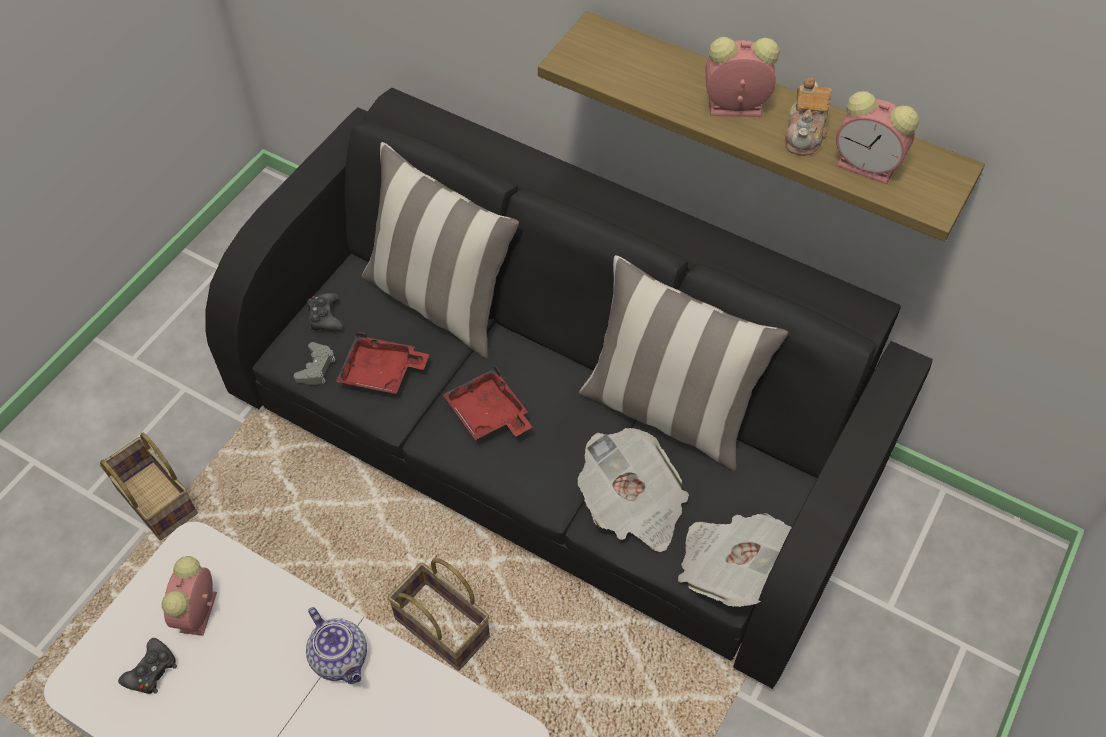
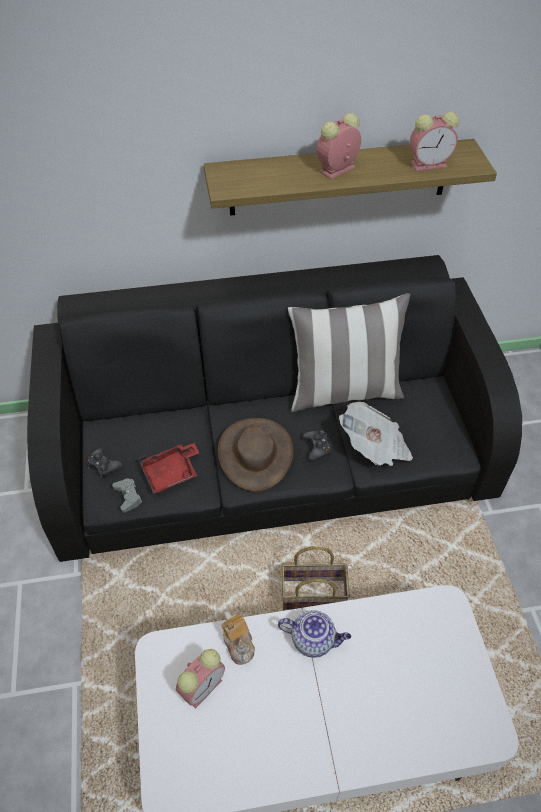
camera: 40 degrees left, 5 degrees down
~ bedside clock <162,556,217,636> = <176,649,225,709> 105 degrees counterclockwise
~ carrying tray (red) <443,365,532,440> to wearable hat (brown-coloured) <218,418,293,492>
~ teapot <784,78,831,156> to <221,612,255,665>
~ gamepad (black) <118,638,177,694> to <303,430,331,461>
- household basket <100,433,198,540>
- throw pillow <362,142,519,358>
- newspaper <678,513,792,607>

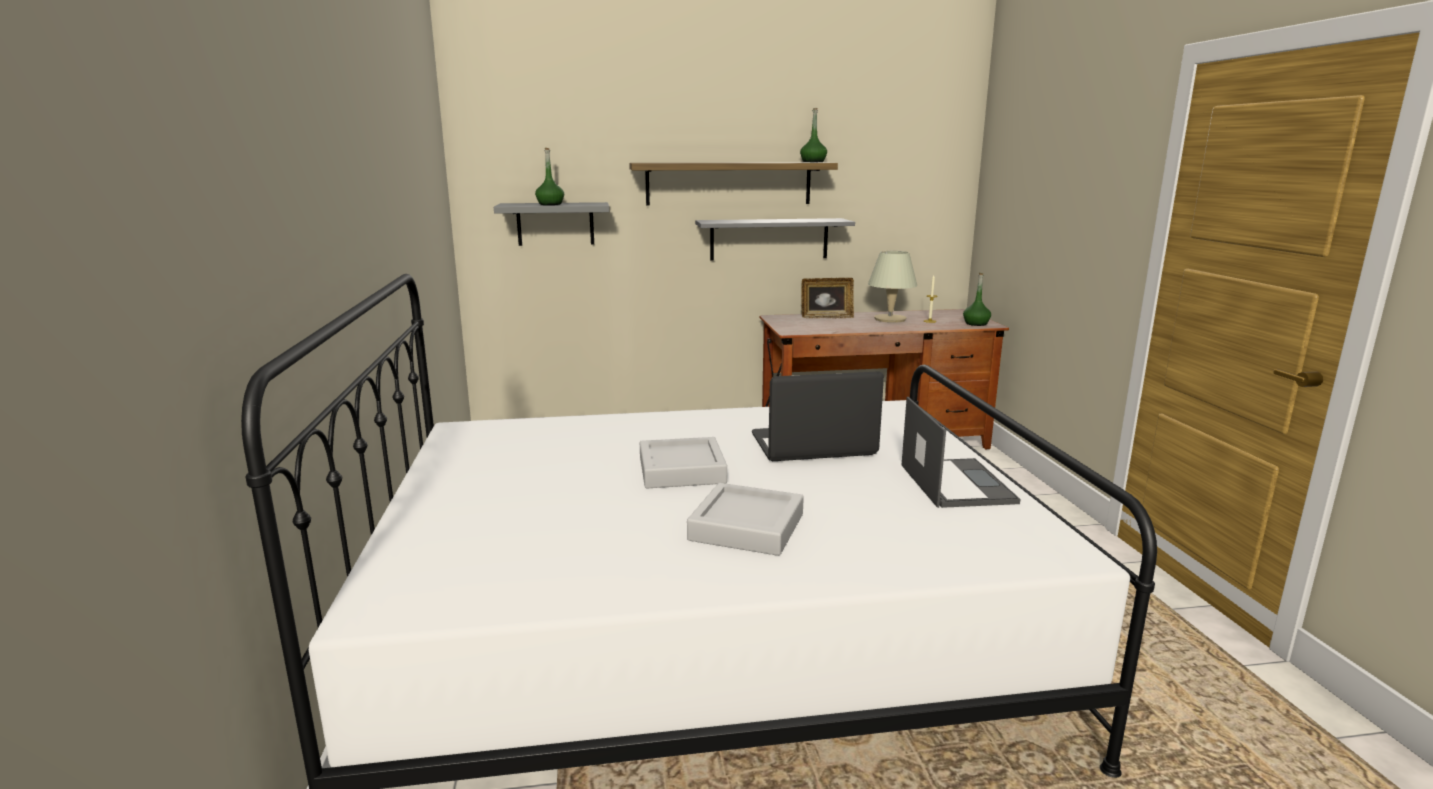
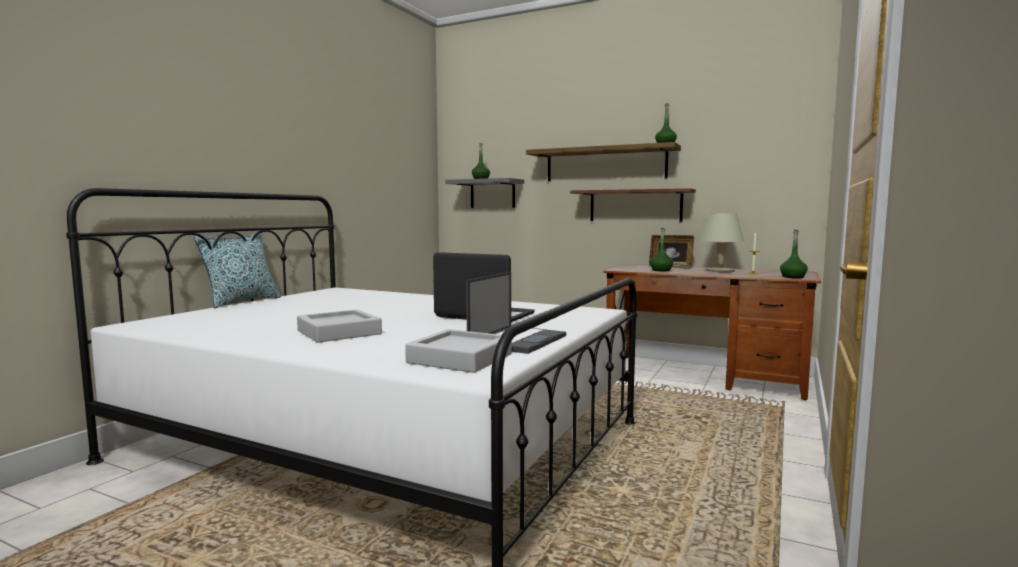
camera: 35 degrees right, 10 degrees down
+ throw pillow <194,233,281,308>
~ carrying tray (gray) <640,437,727,488> to <405,329,512,373>
~ wall shelf (gray) <695,218,855,261> to wall shelf (brown-coloured) <570,188,696,222>
+ drink bottle (greenish) <650,228,673,271>

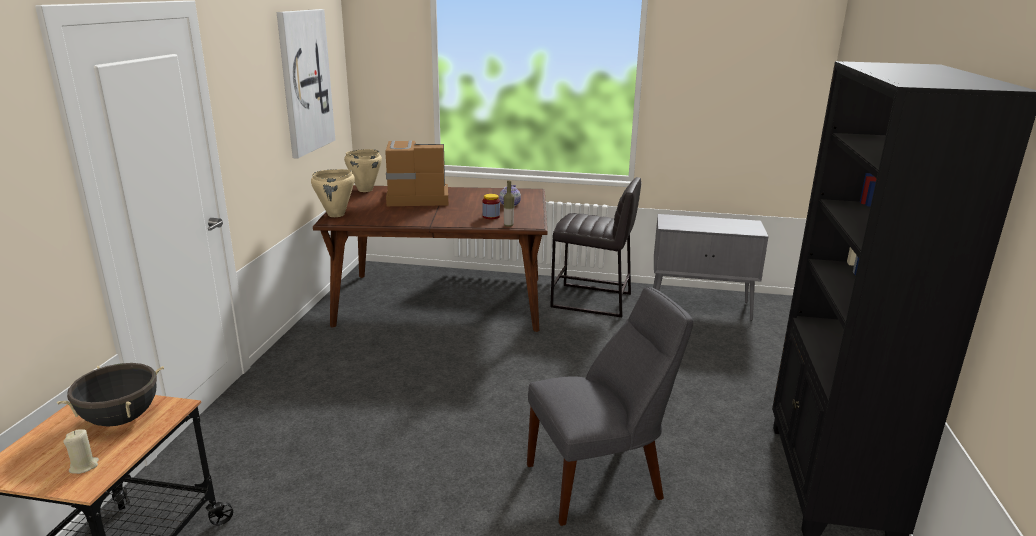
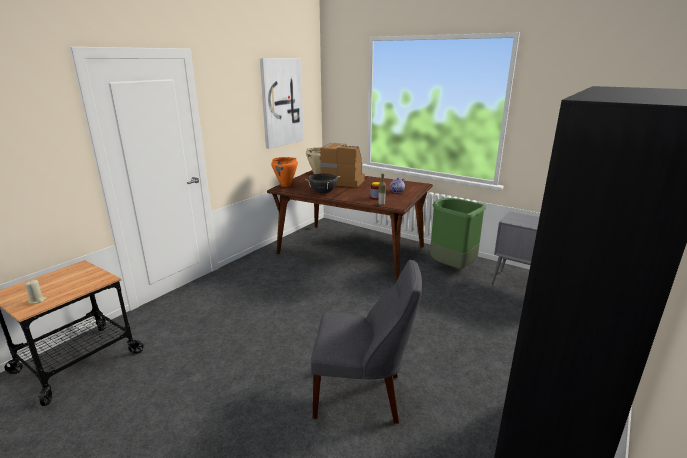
camera: 25 degrees right, 0 degrees up
~ saucepot (beige-coloured) <311,169,355,217> to saucepot (orangey) <271,157,298,187>
~ saucepot (black) <57,363,164,427> to <305,173,340,194>
~ sitting stool (gray) <550,177,641,317> to trash can (greenish) <430,198,486,269>

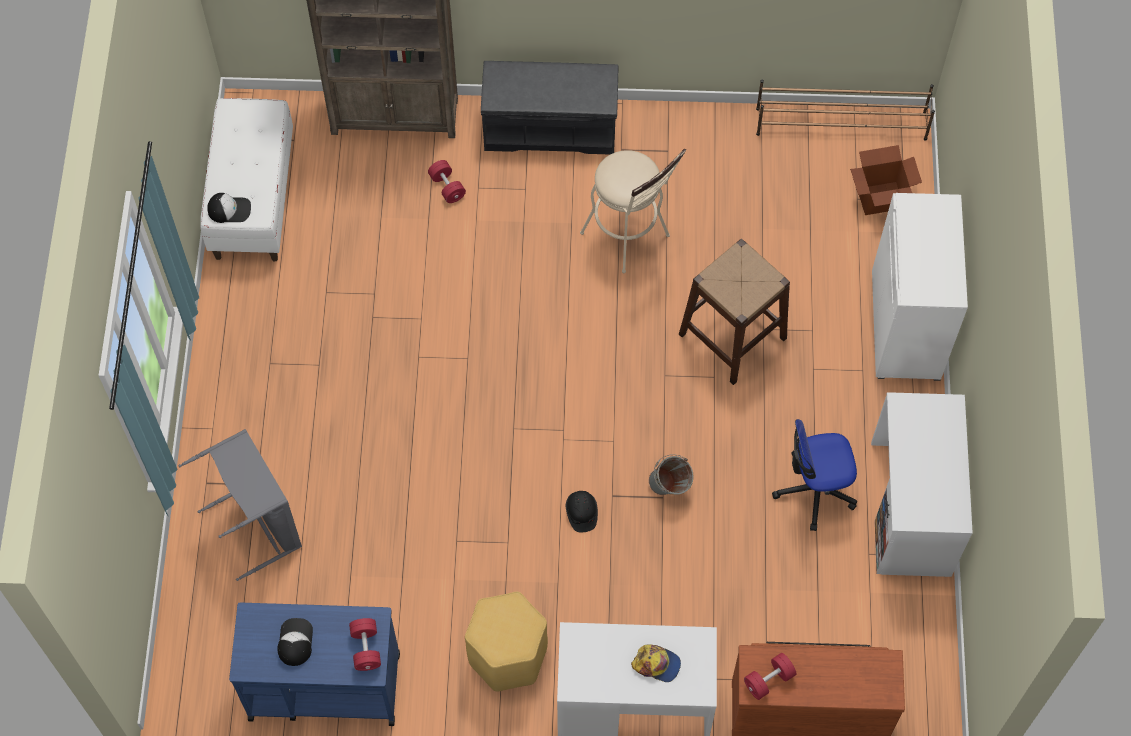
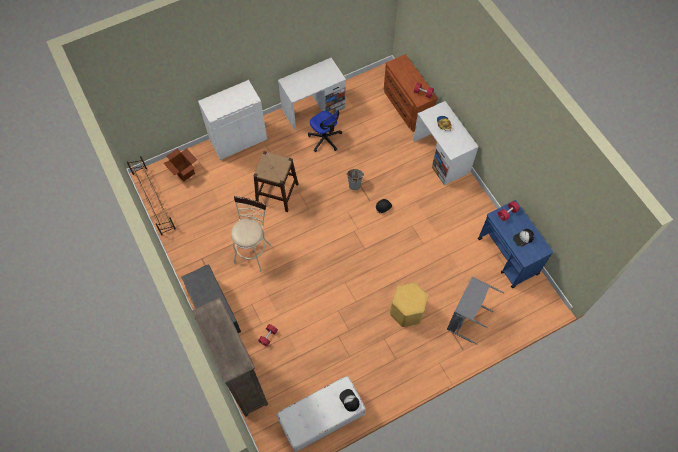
camera: 120 degrees left, 0 degrees up
~ sitting stool (yellow-coloured) <465,592,548,692> to <390,282,428,327>

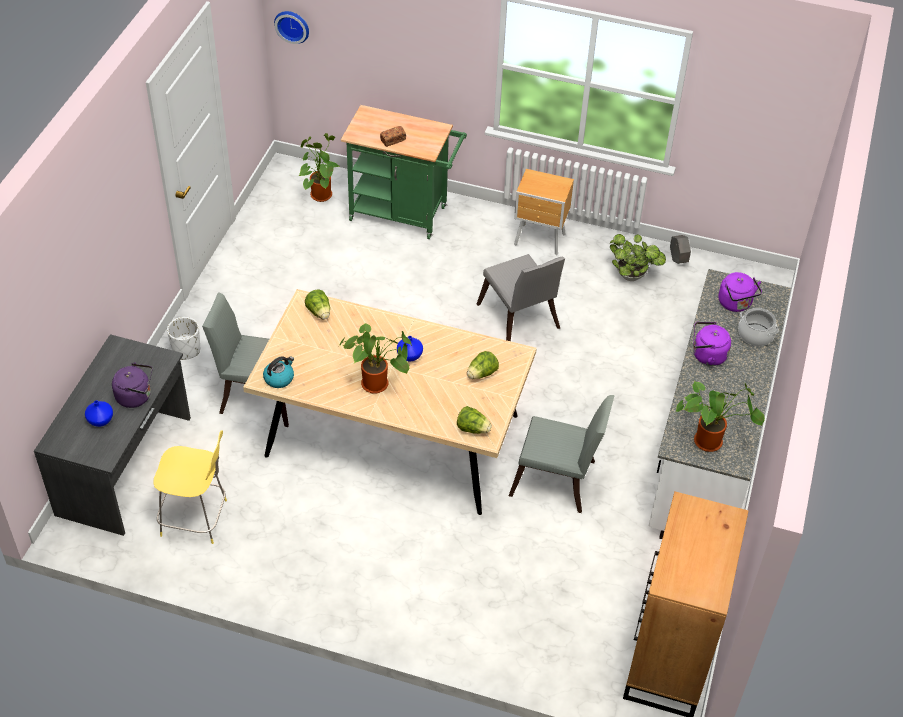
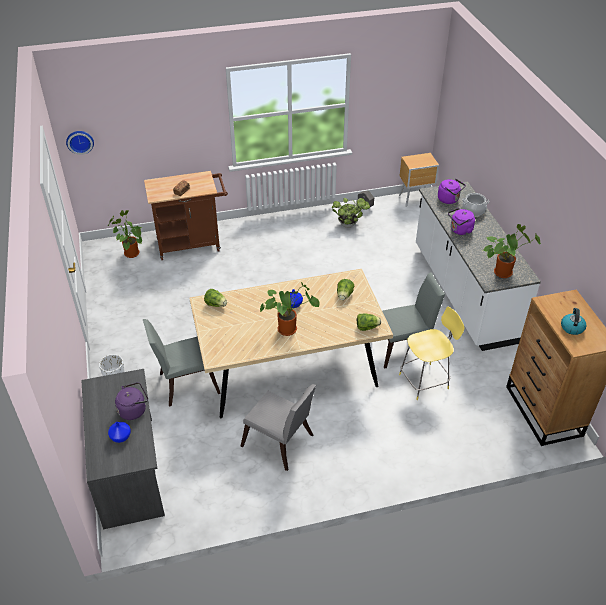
camera: 30 degrees left, 5 degrees down
~ trolley (greenish) <341,105,467,239> to trolley (brown-coloured) <144,171,228,260>
~ upright chair (gray) <477,254,565,341> to <241,384,316,471>
~ bedside table (brown-coloured) <514,169,574,255> to <399,153,439,207>
~ sitting stool (yellow-coloured) <153,431,227,544> to <399,307,464,400>
~ tea kettle <263,356,294,388> to <561,308,587,335>

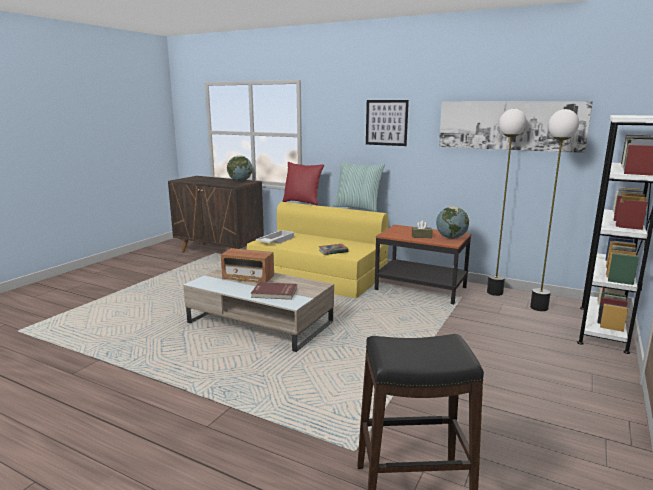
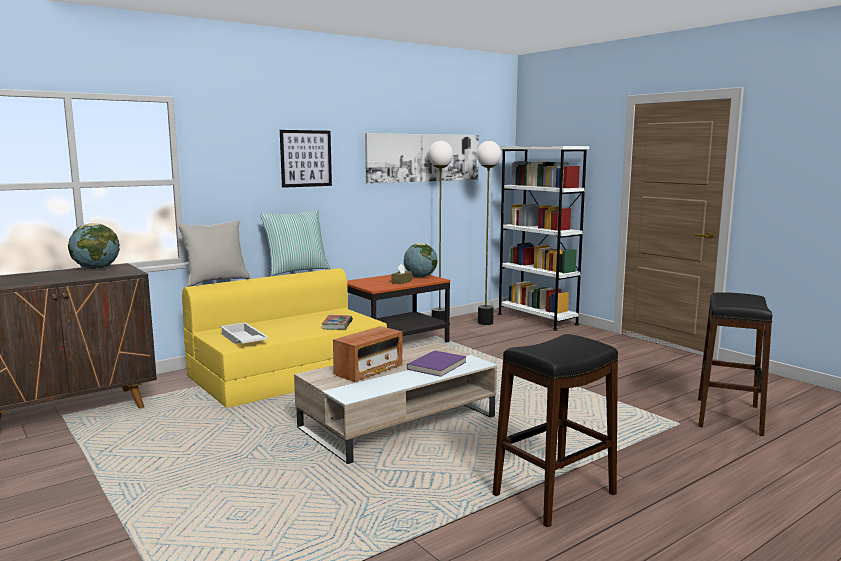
camera: 65 degrees left, 5 degrees down
~ throw pillow (red) <283,162,324,205> to throw pillow (gray) <178,220,250,287>
~ bound book (red) <251,282,297,300> to bound book (purplish) <407,350,467,377>
+ sitting stool (black) <493,334,618,528>

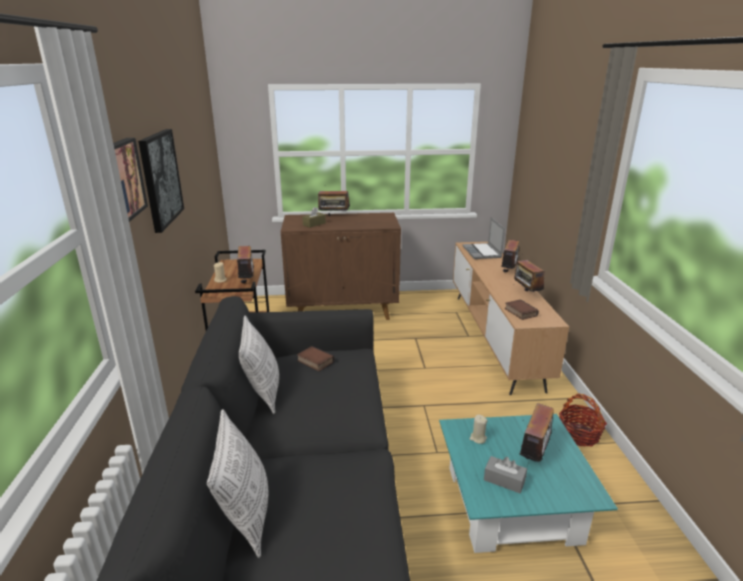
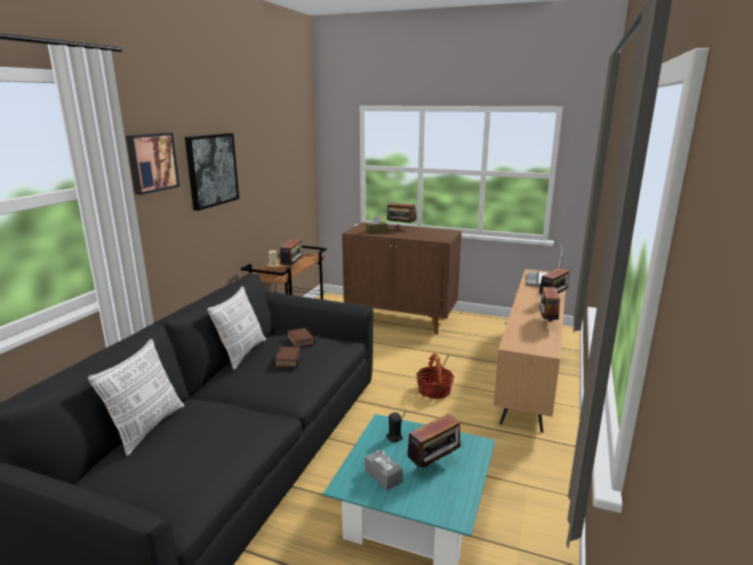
camera: 25 degrees right, 5 degrees down
~ bound book <505,299,539,320> to <275,347,302,367>
~ candle (beige-coloured) <470,415,488,444> to candle (black) <386,413,403,442>
~ household basket <559,393,607,446> to <416,353,454,399>

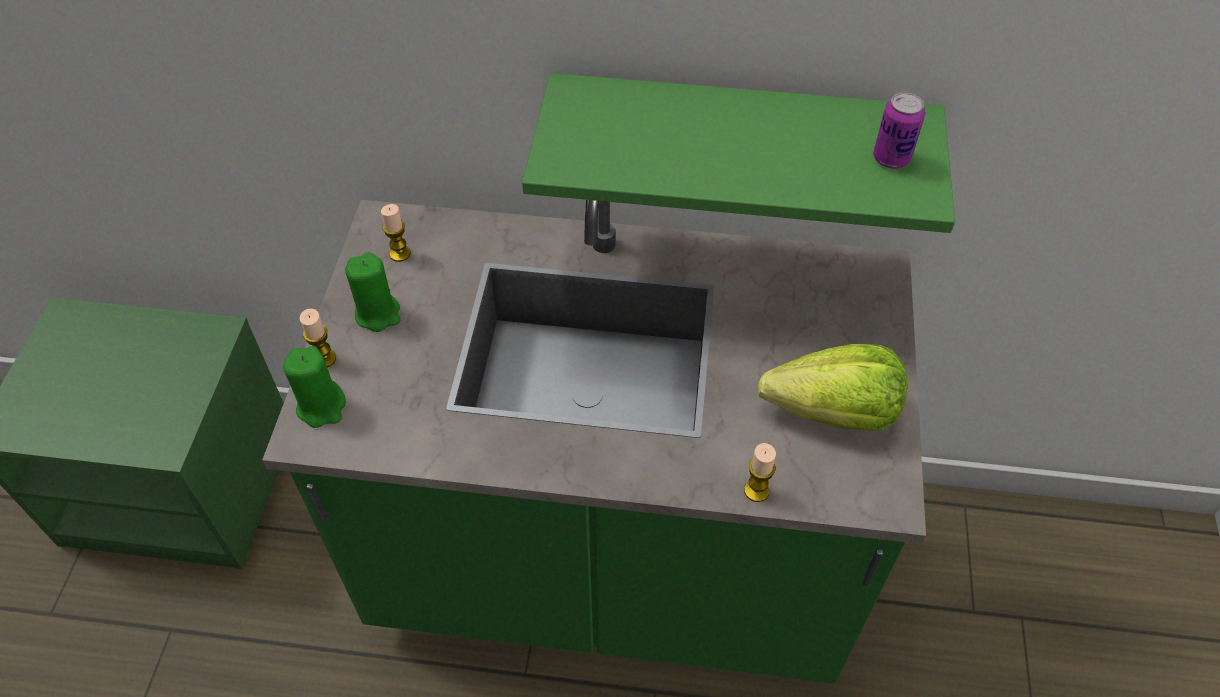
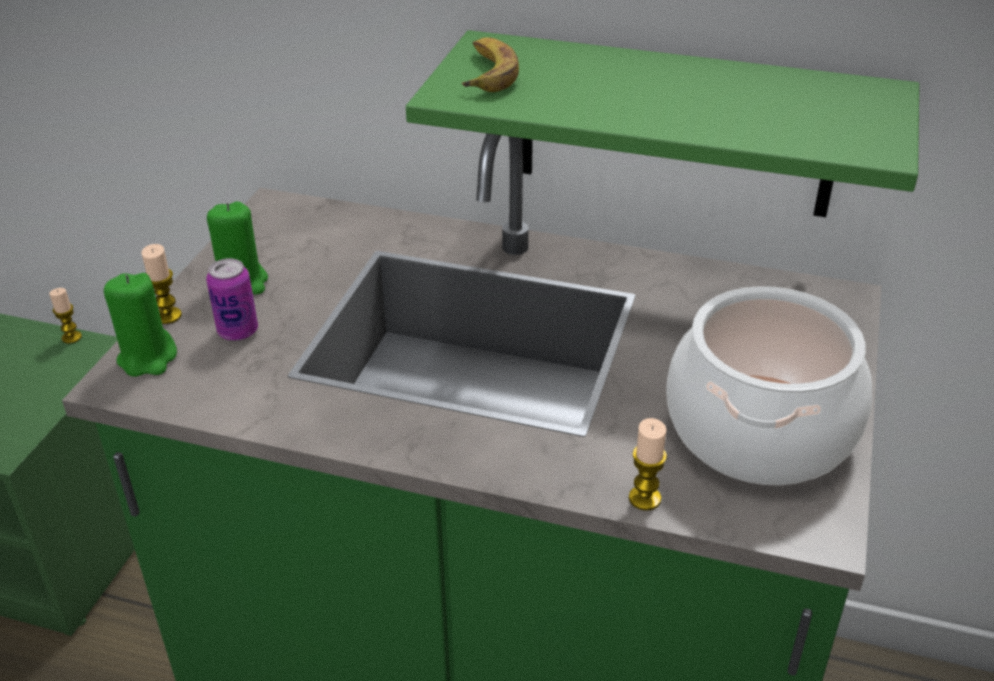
camera: 10 degrees right, 15 degrees down
~ candle <381,204,411,262> to <49,288,82,343>
~ sealed can <873,92,926,169> to <206,258,258,341>
+ whole banana <462,37,519,92>
~ lettuce <758,344,908,431> to saucepot <666,286,872,485>

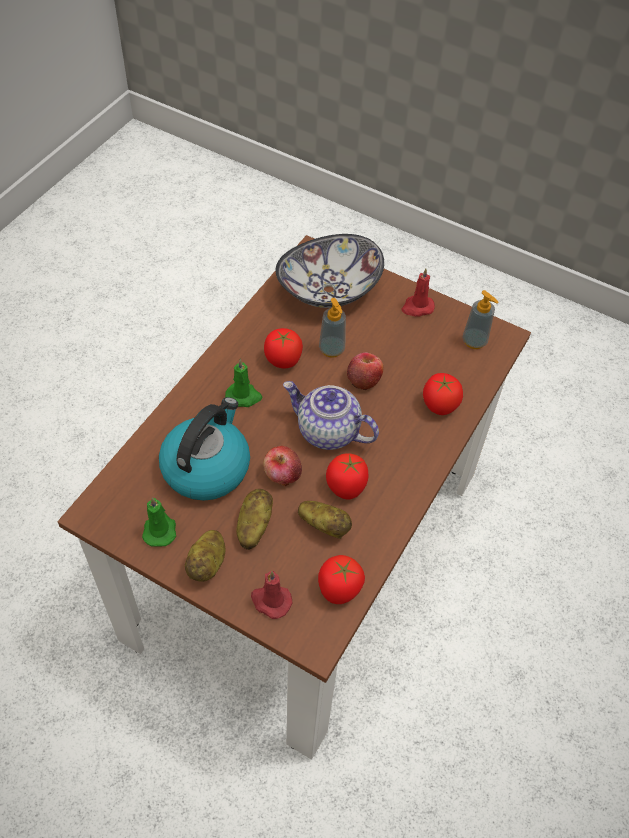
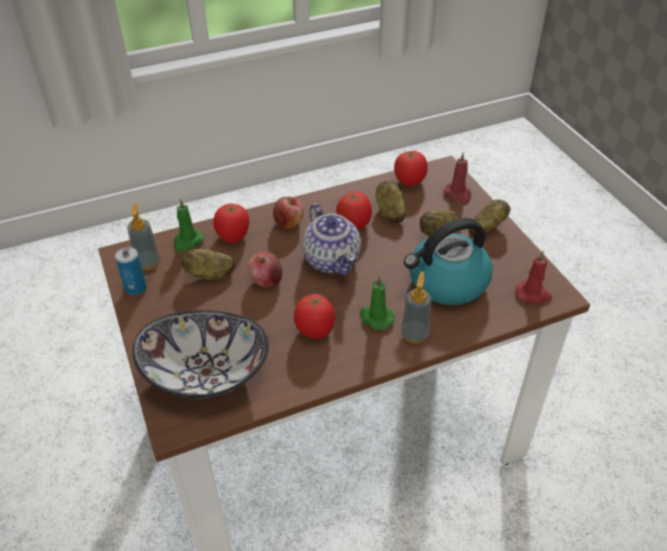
camera: 140 degrees left, 10 degrees down
+ sealed can <115,247,147,295>
~ candle (greenish) <142,497,176,547> to <174,198,204,252>
+ spud <181,249,235,280>
~ whole apple <263,446,302,487> to <273,197,304,228>
~ liquid soap bottle <319,298,346,358> to <401,271,431,343>
~ candle (red) <401,268,435,317> to <515,251,552,304>

